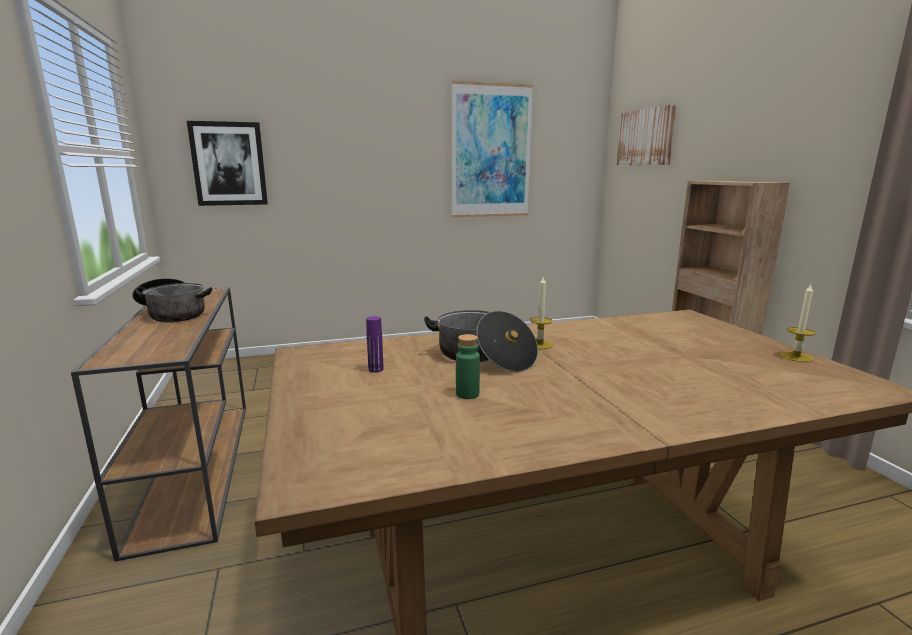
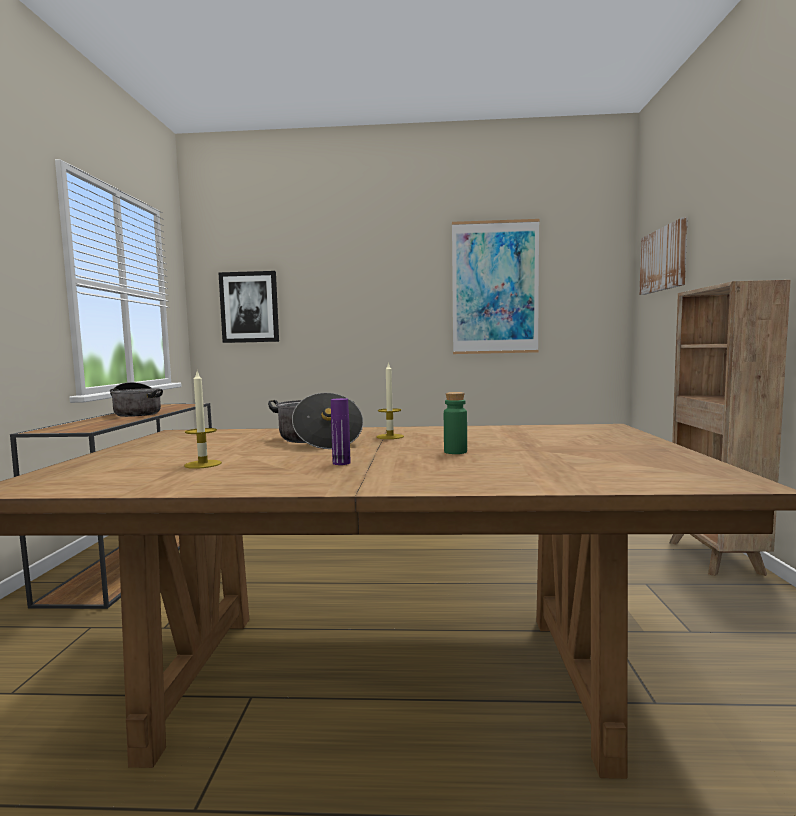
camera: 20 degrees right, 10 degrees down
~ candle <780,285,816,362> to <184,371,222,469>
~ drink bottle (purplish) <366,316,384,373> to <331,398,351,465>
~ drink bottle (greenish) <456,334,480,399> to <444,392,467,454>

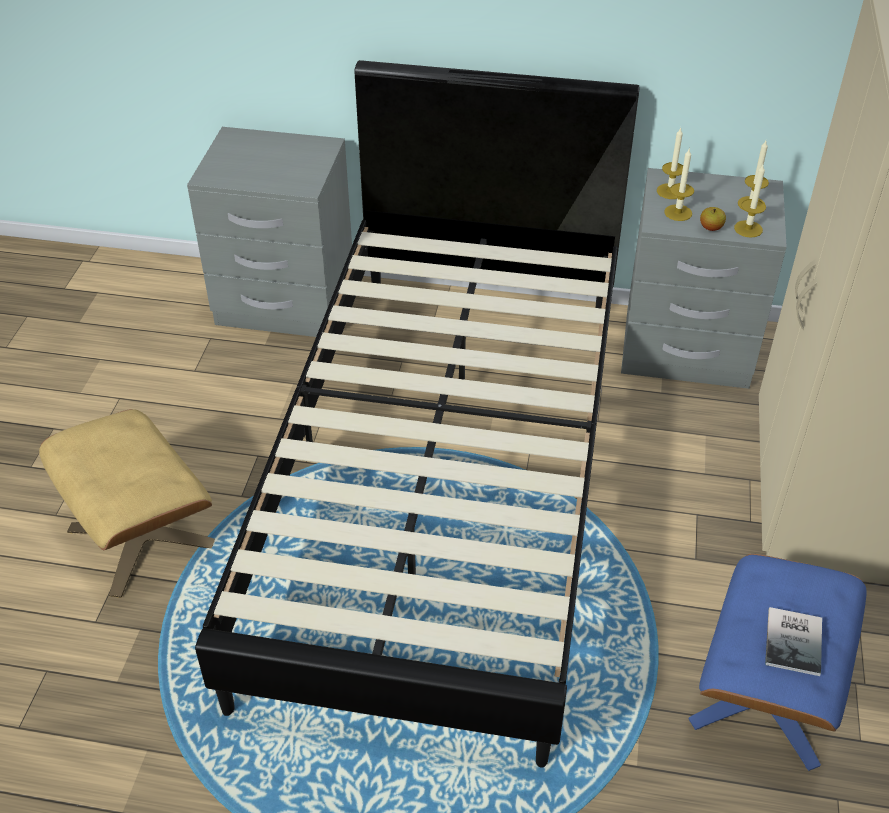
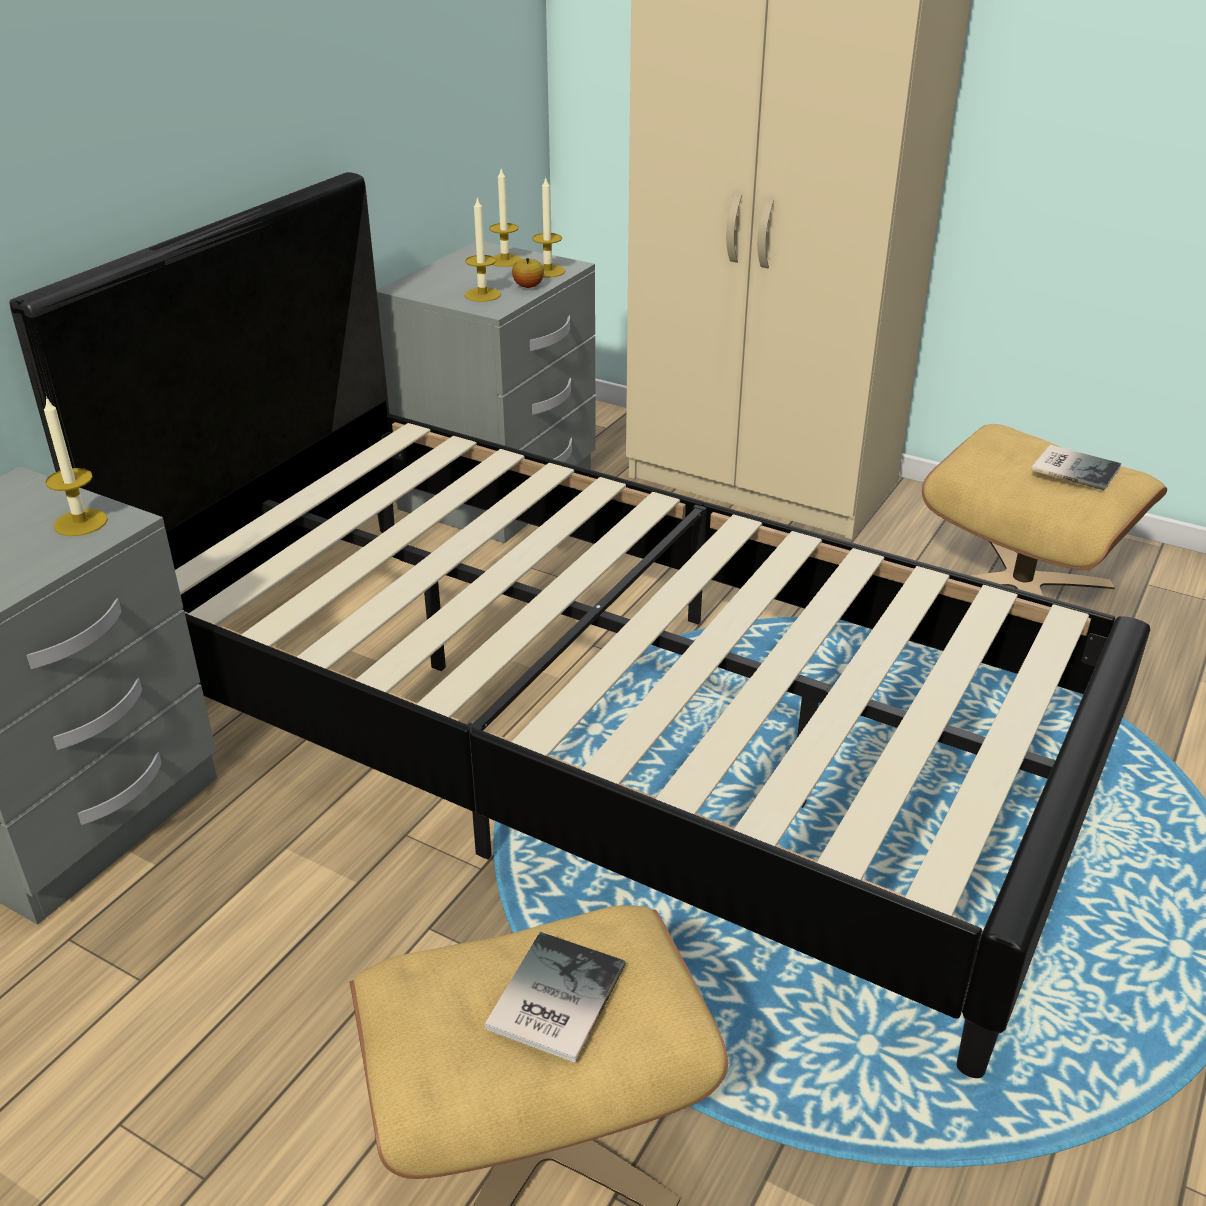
camera: 70 degrees left, 10 degrees down
~ candle <657,127,683,199> to <44,396,108,536>
+ bound book <485,932,626,1063>
~ ottoman (blue-coloured) <688,554,867,771> to ottoman (beige-coloured) <922,424,1167,596>

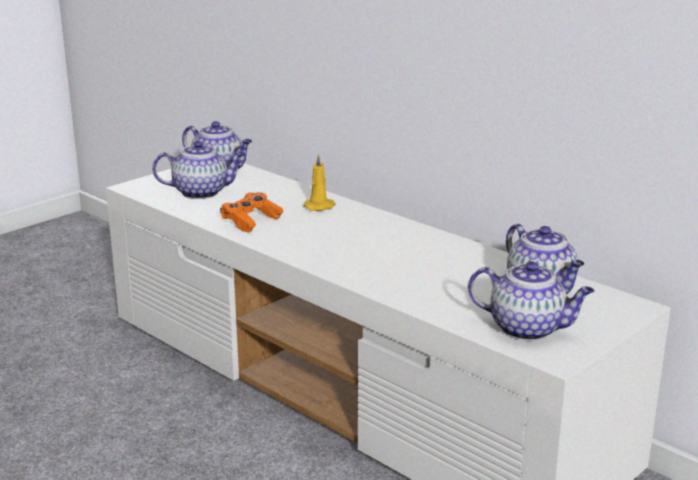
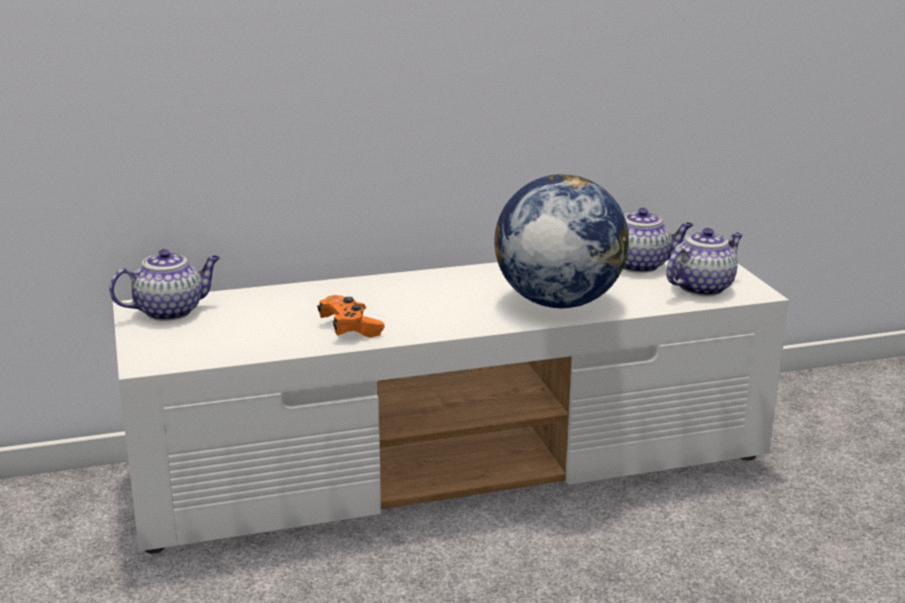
camera: 60 degrees left, 0 degrees up
+ desk globe <494,174,629,309>
- teapot <152,141,245,199>
- candle (yellow-coloured) <303,154,335,211>

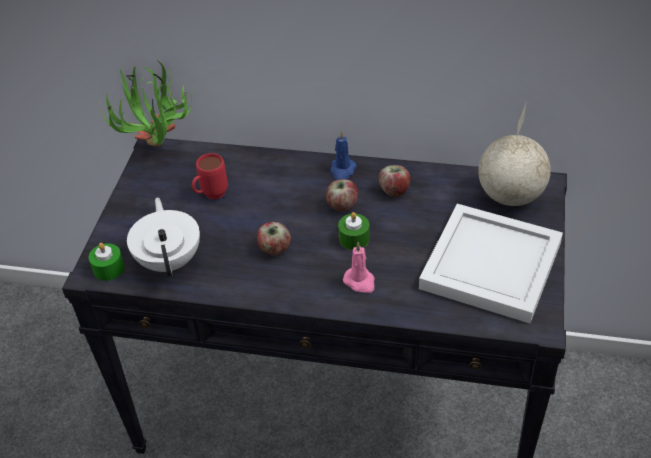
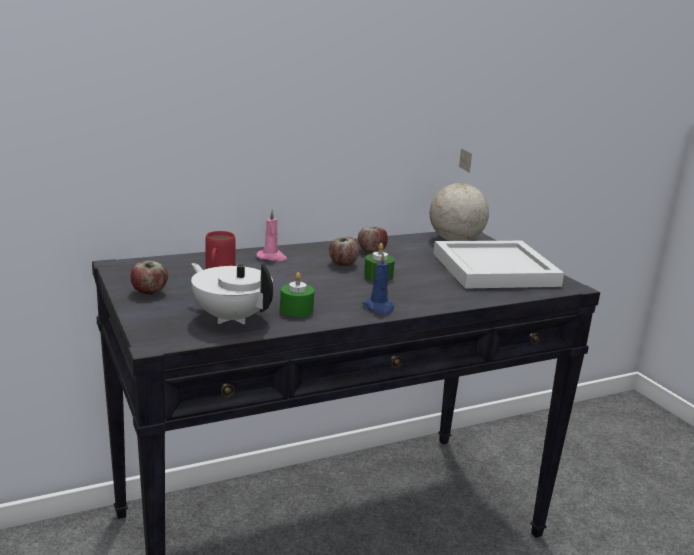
camera: 40 degrees left, 25 degrees down
~ whole apple <257,222,291,255> to <130,261,168,294>
~ candle (pink) <343,242,375,293> to <257,209,287,261>
~ candle (greenish) <89,243,125,281> to <280,272,314,317>
~ candle (blue-coloured) <330,130,357,180> to <362,252,394,315>
- potted plant <100,60,193,147>

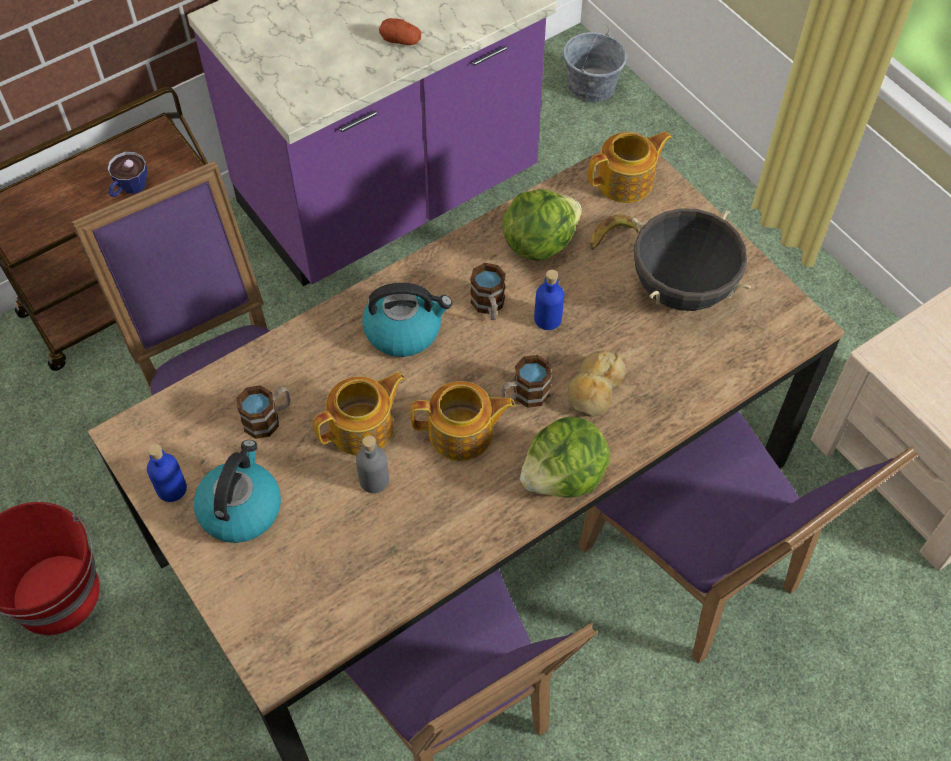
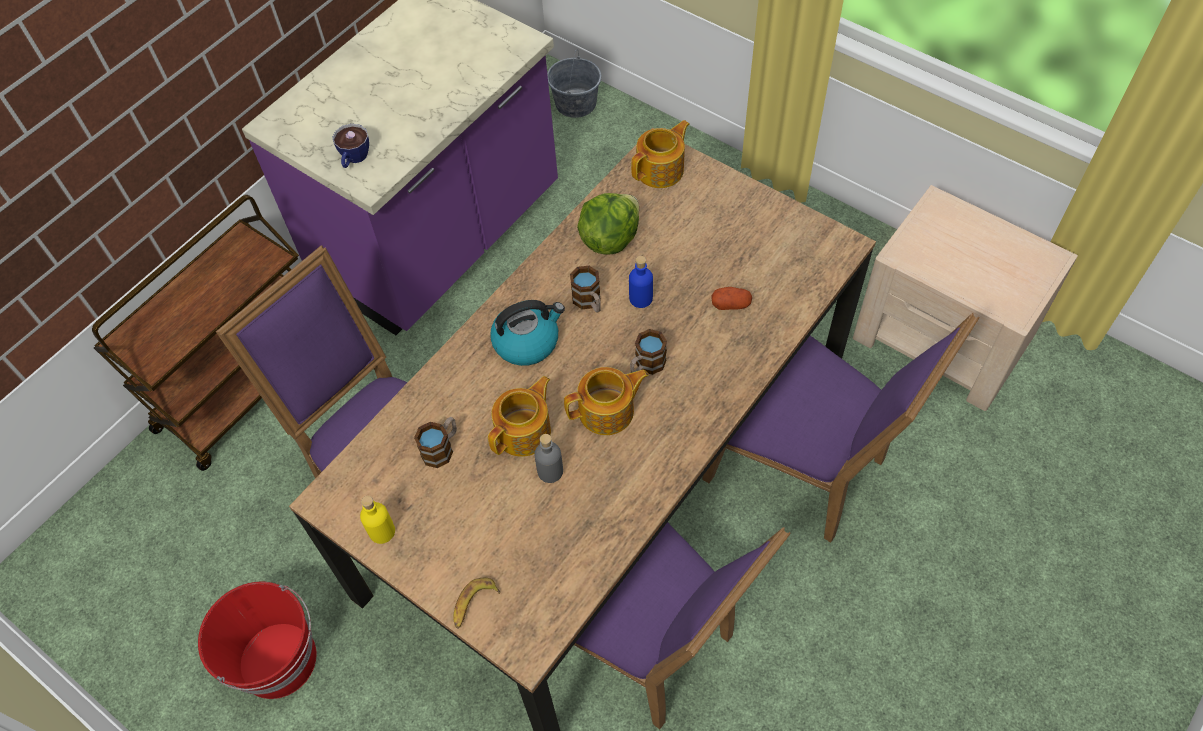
camera: 15 degrees left, 0 degrees up
~ drinking cup <107,152,147,197> to <332,124,369,168>
~ drink bottle (blue-coloured) <147,444,187,502> to drink bottle (yellow-coloured) <360,496,395,544>
~ whole banana <590,215,639,250> to <453,578,500,629>
~ spud <379,18,422,45> to <711,287,752,310>
- tea kettle <194,440,281,543>
- lettuce <520,417,610,498>
- bread <568,351,626,417>
- saucepot (black) <632,208,751,311>

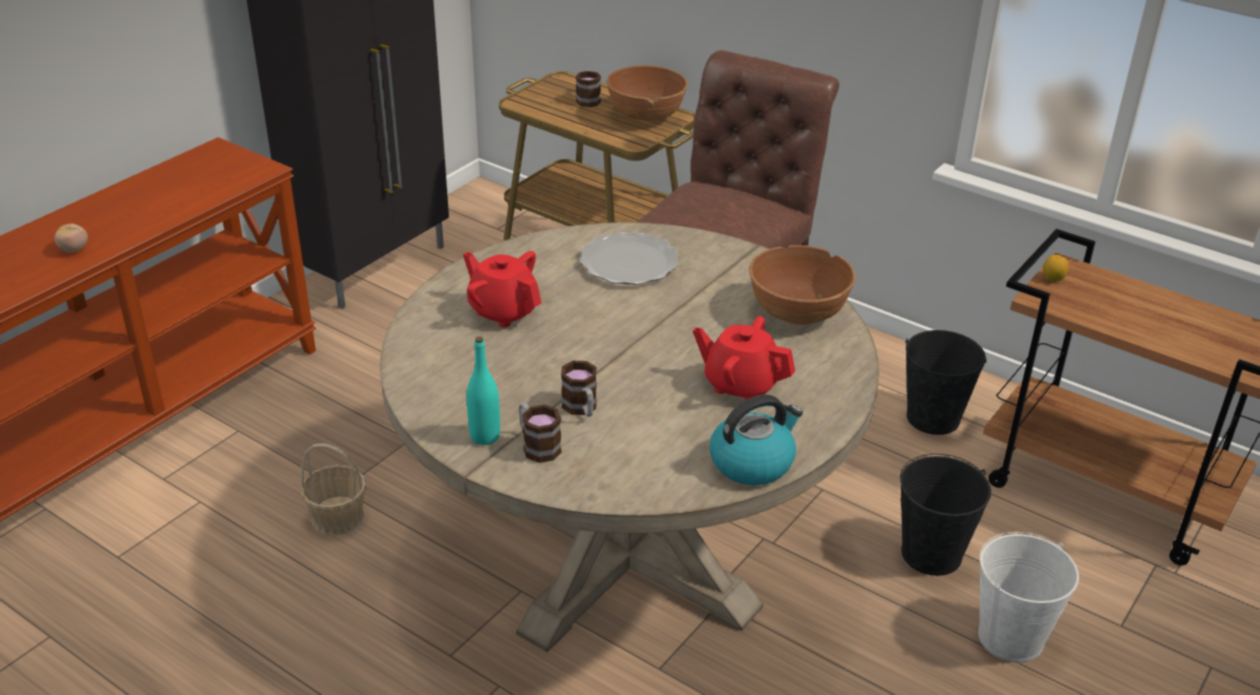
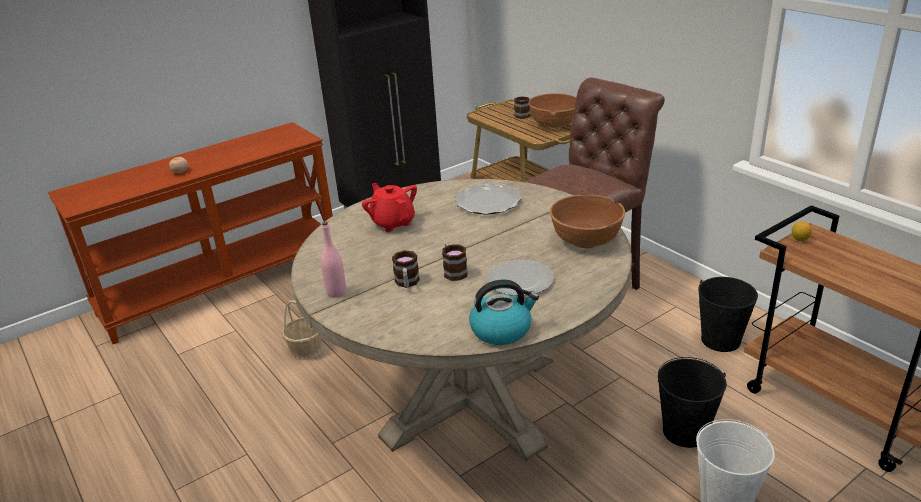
camera: 20 degrees right, 5 degrees down
~ drink bottle (turquoise) <467,337,500,445> to drink bottle (pink) <321,222,346,298>
~ coffee mug <519,403,562,463> to <442,243,468,281>
~ teapot (red) <693,316,795,400> to dinner plate <487,260,554,296>

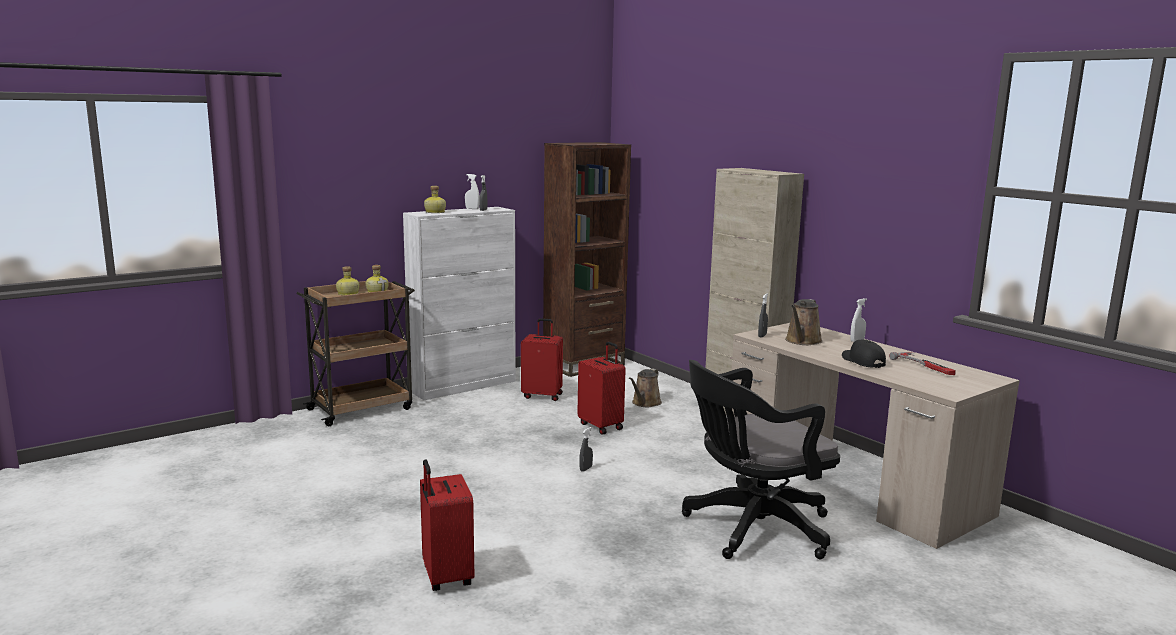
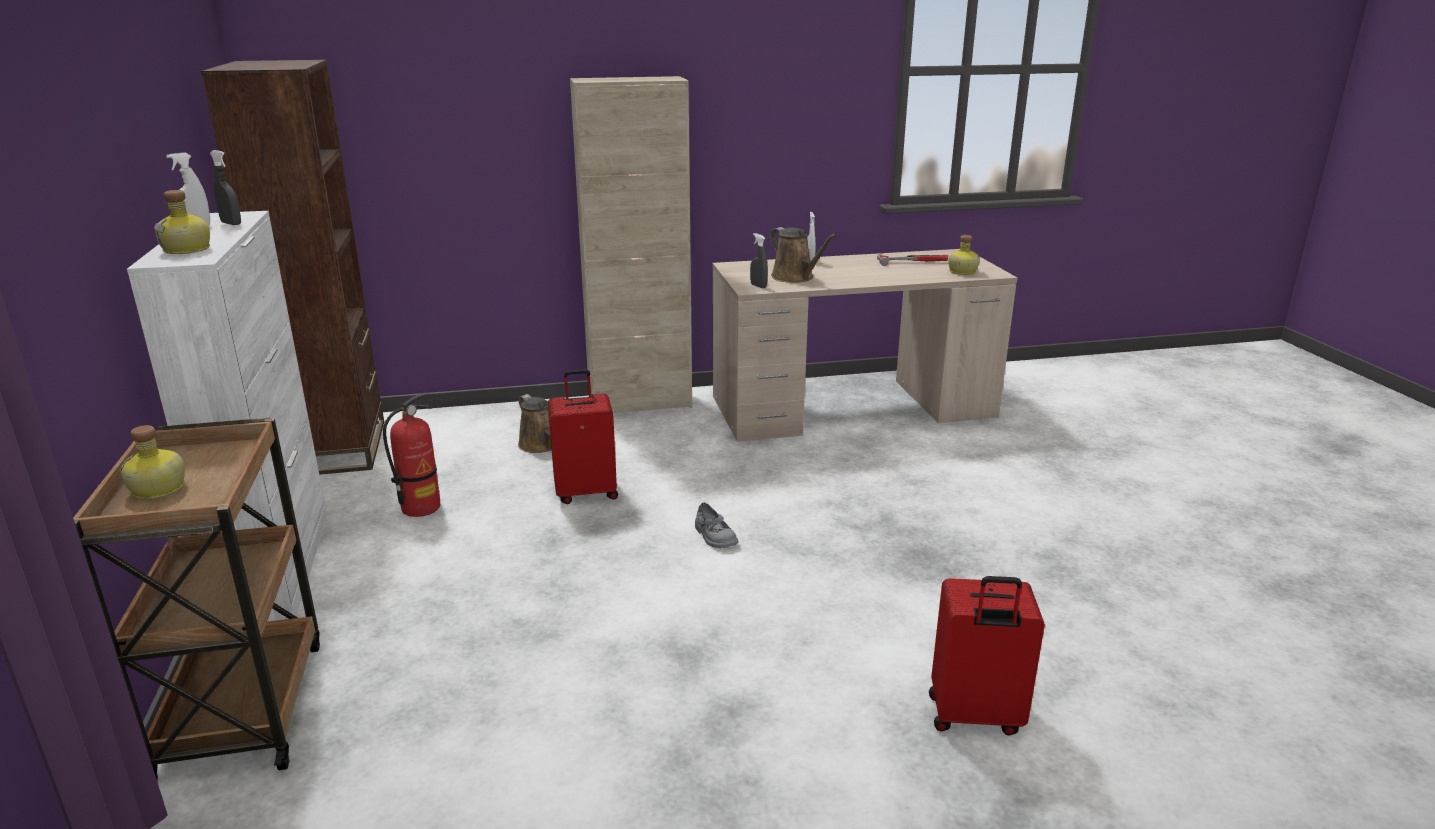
camera: 65 degrees left, 10 degrees up
~ suitcase (red) <521,318,563,401> to fire extinguisher <383,393,440,517>
~ spray bottle (gray) <580,427,593,472> to shoe (gray) <695,502,739,548>
~ drink bottle <366,265,389,293> to <948,235,980,275>
- desk chair (black) <682,360,840,559>
- cap (black) <842,339,886,368>

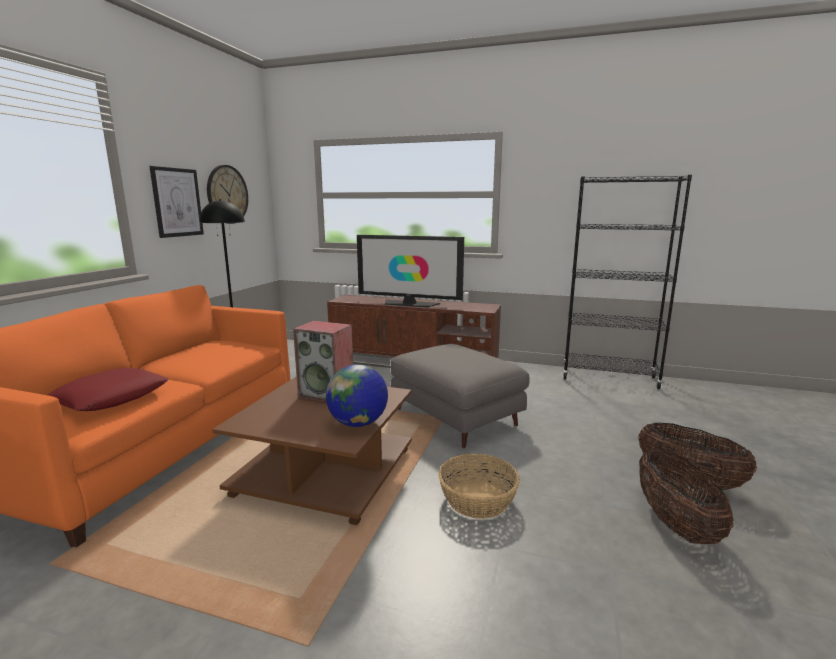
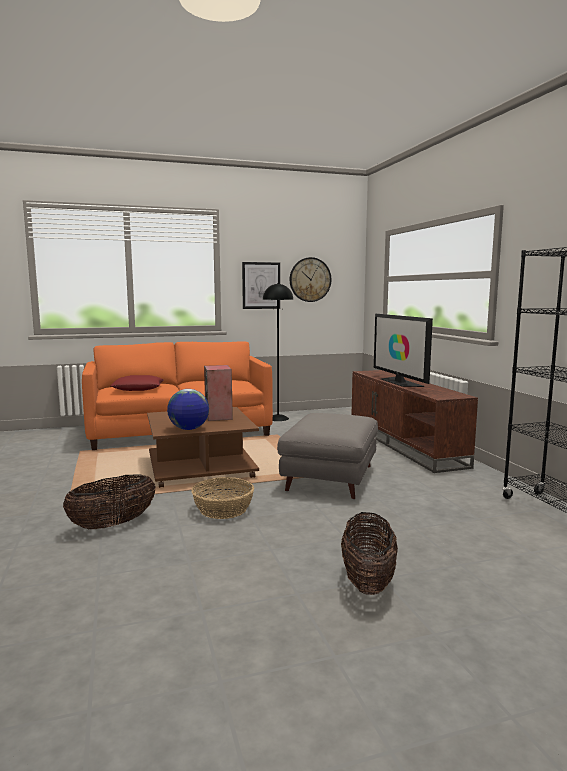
camera: 55 degrees right, 5 degrees down
~ household basket <639,449,734,544> to <63,474,156,529>

